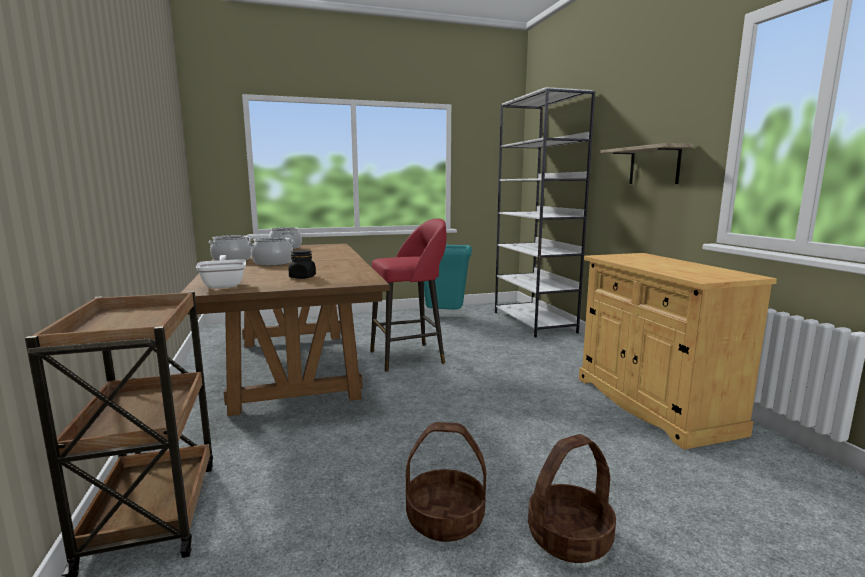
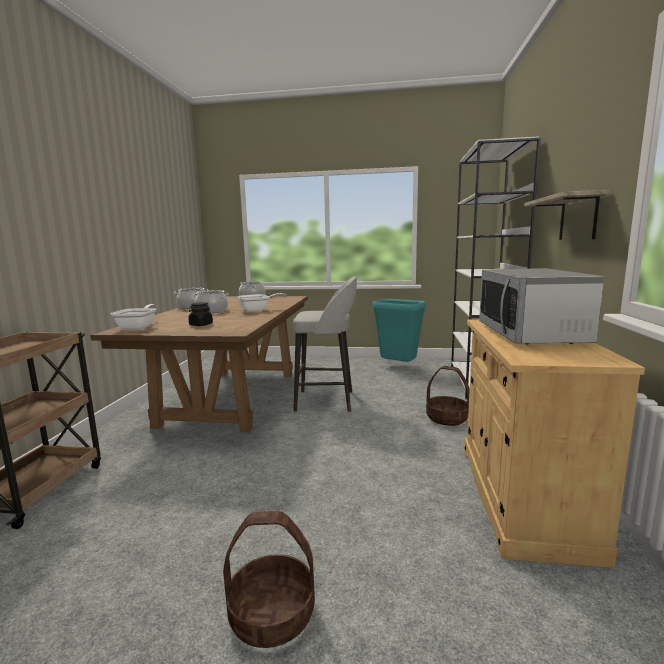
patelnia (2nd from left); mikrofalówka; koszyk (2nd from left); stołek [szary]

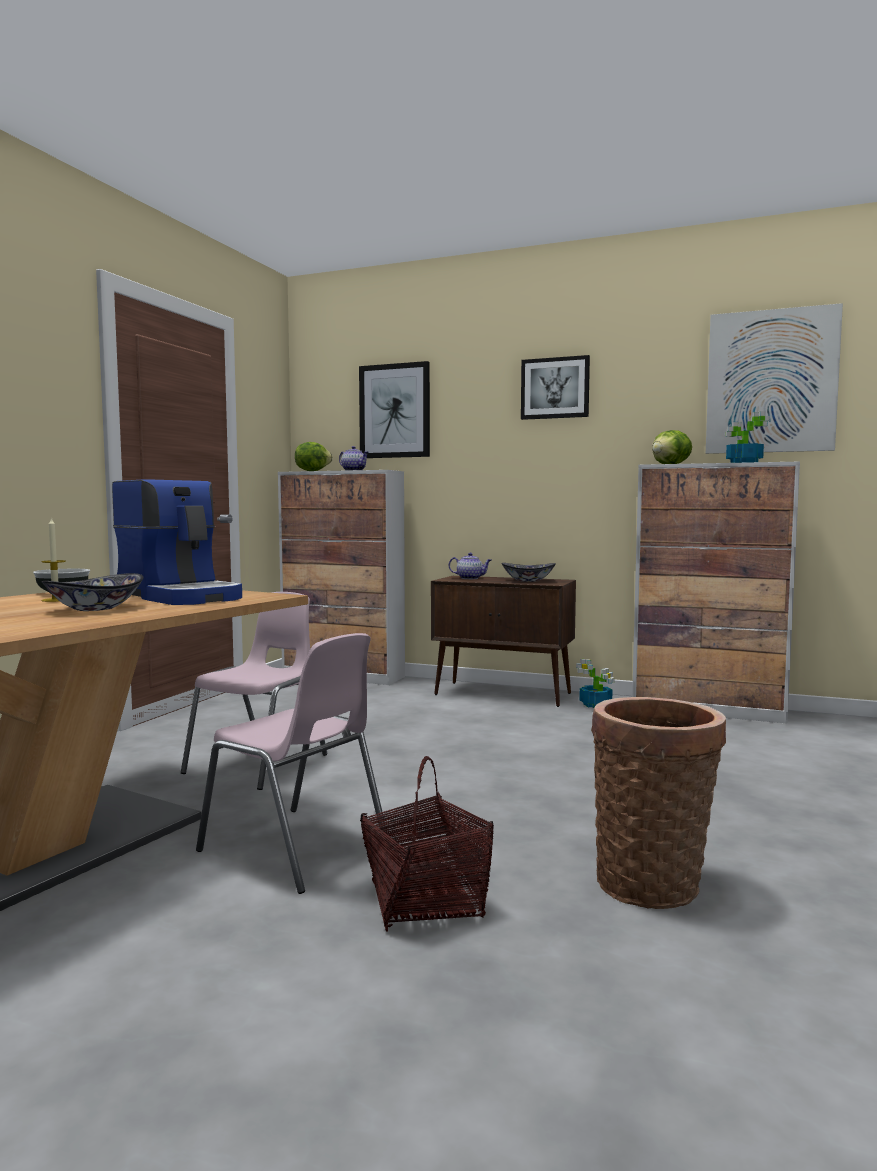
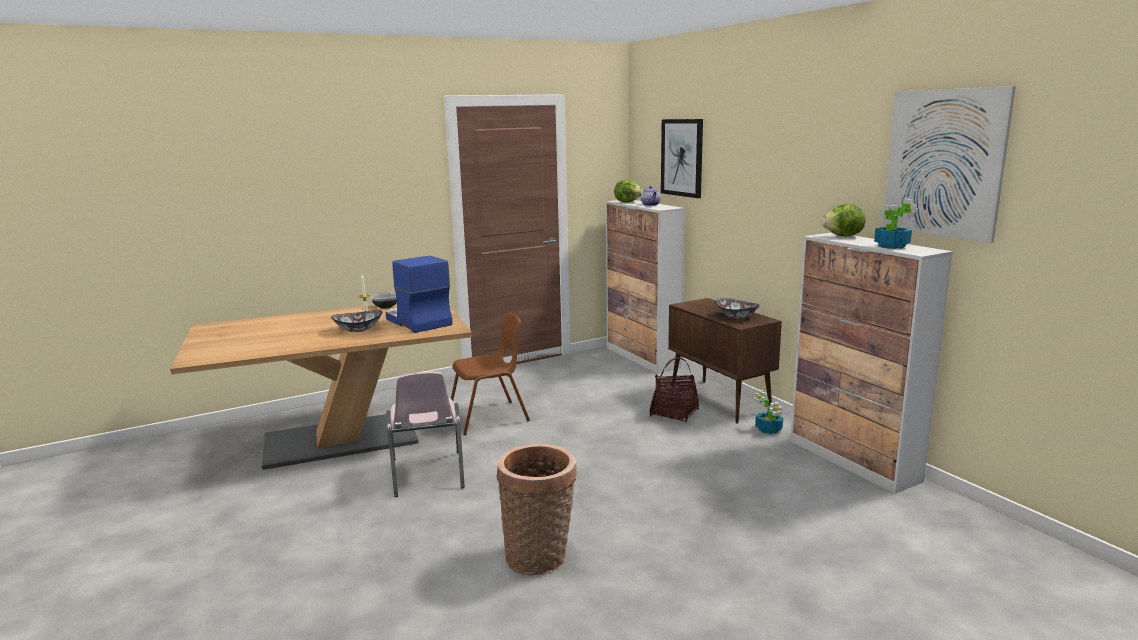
imbryk (2nd from left in the first image); obraz (2nd from left in the first image); koszyk (2nd from left); krzesło [brązowy]; ekspres do kawy

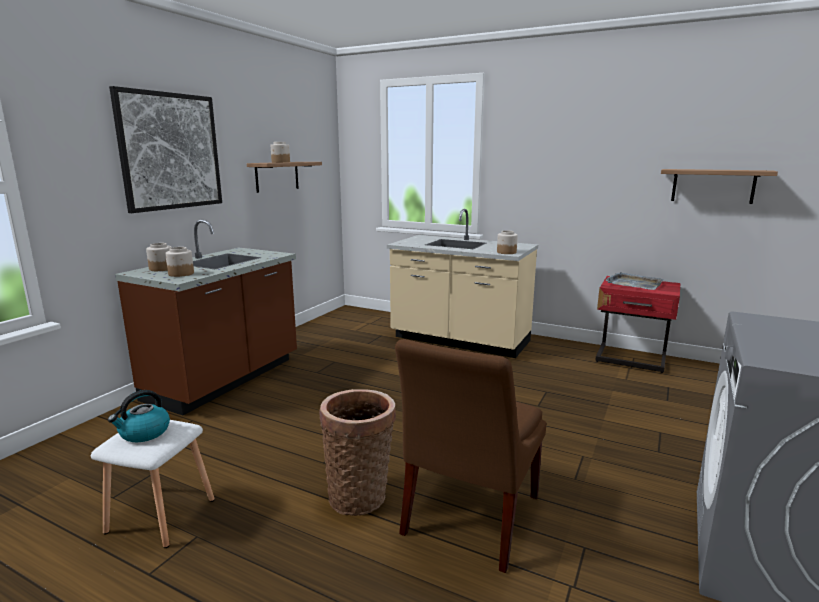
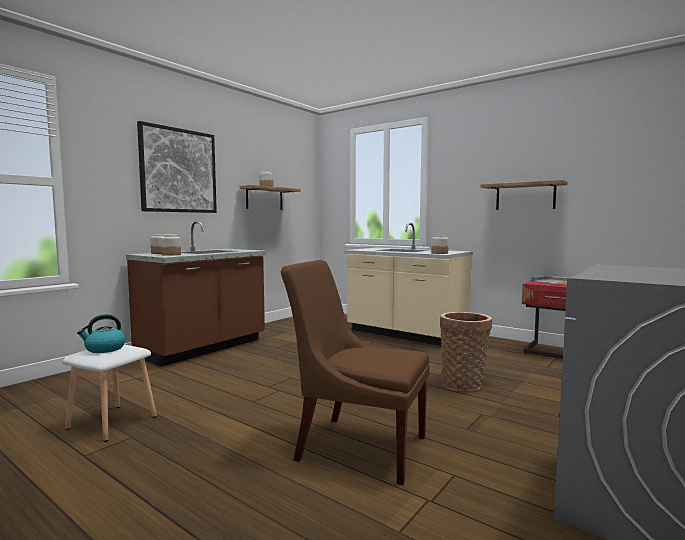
koszyk; półka (2nd from left); krzesło [brązowy]

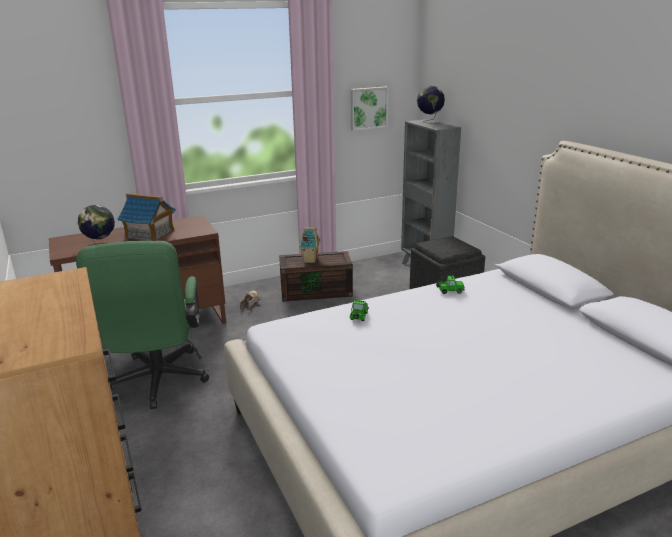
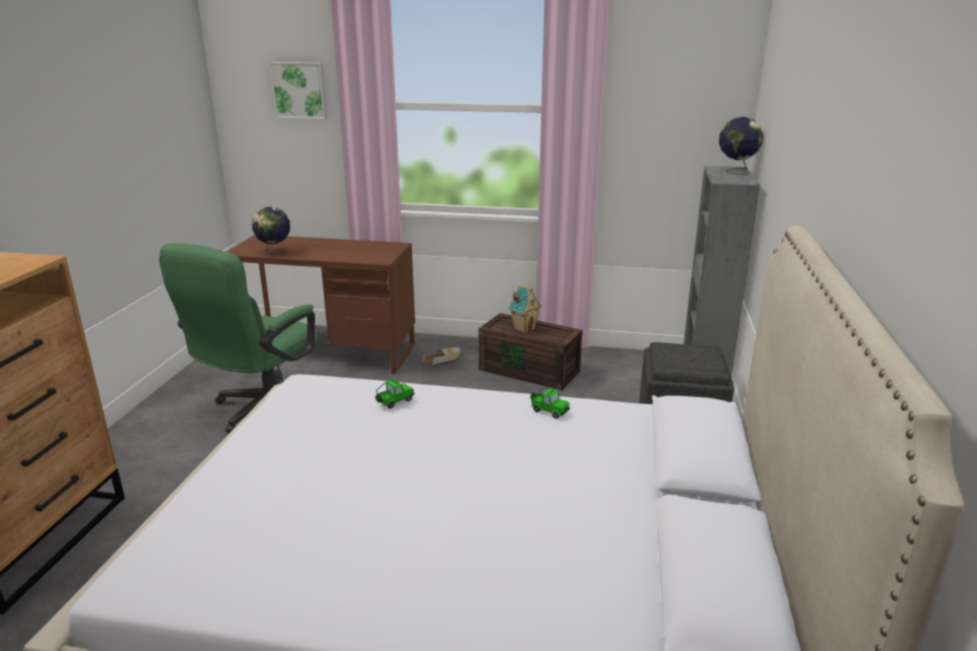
domek (1st from left in the first image); obraz

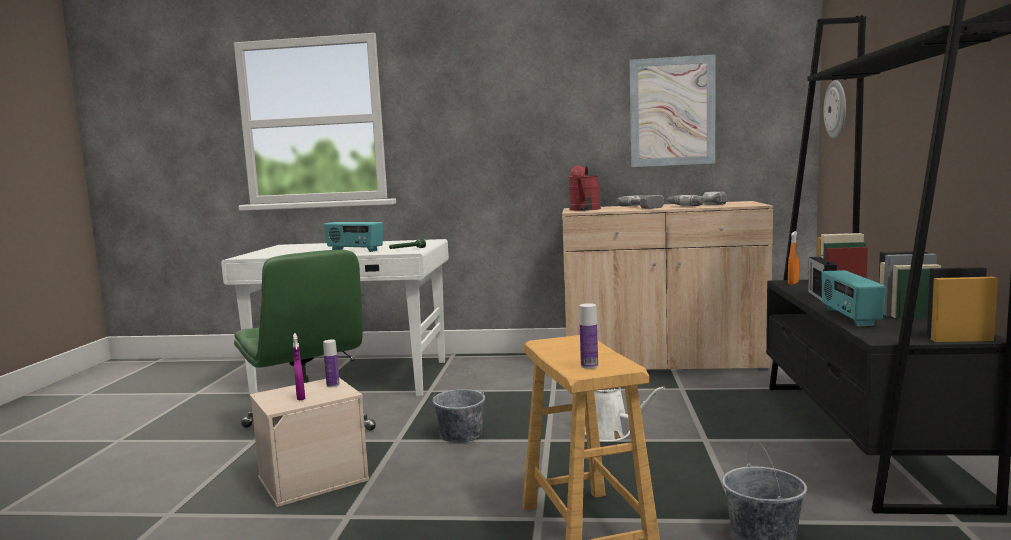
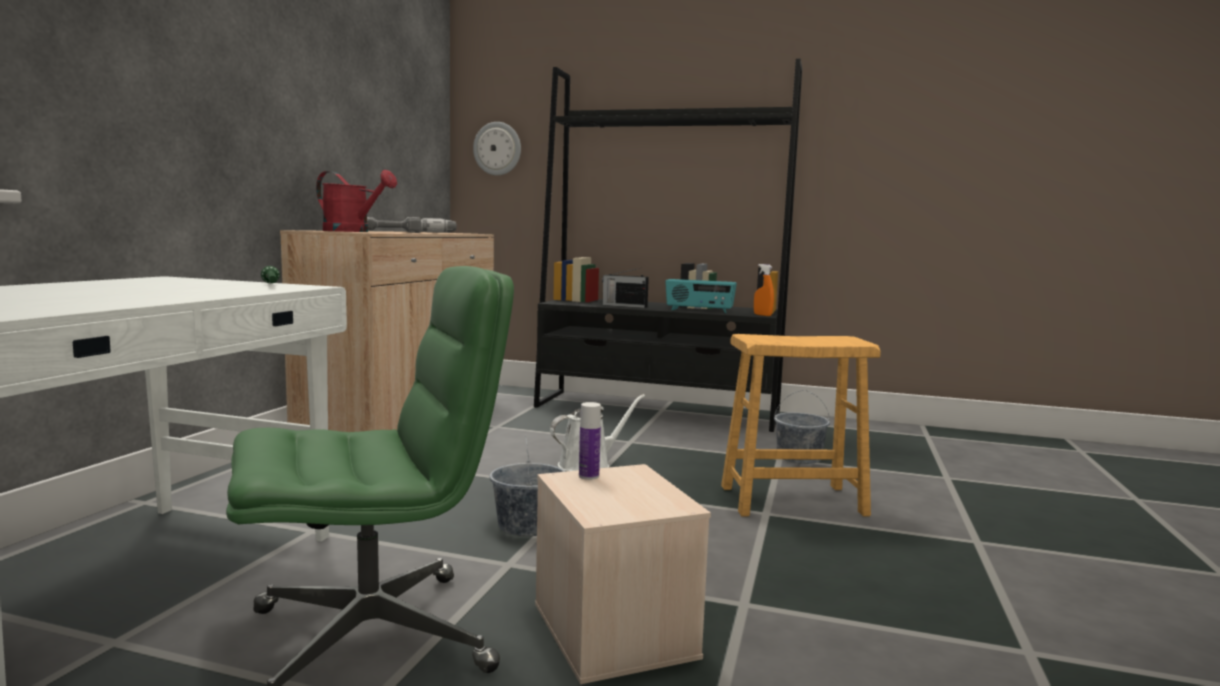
spryskiwacz [fioletowy]; radio (1st from left in the first image); butelka (2nd from left in the first image); obraz; spryskiwacz [pomarańczowy]

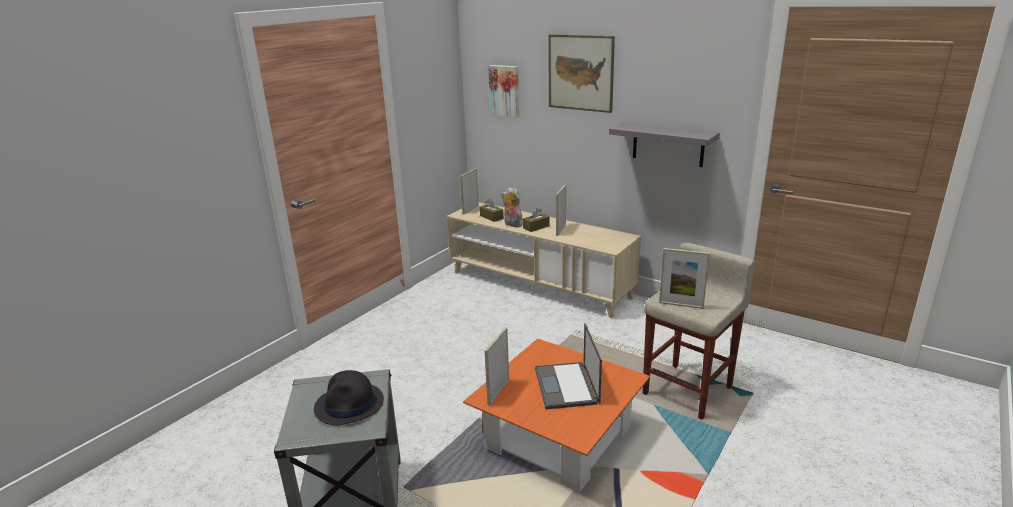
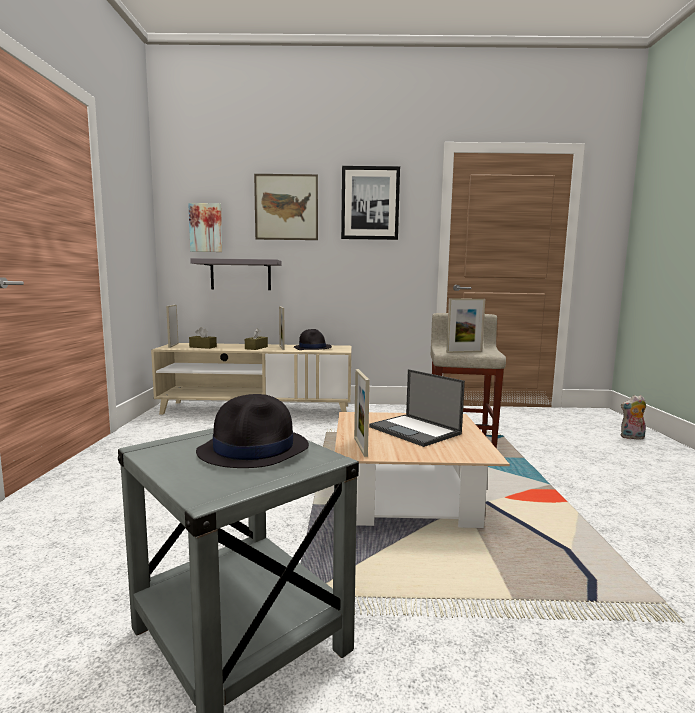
kapelusz [czarny] (2nd from left); obraz (3rd from left); pluszak; półka [szary]; ława [beżowy]

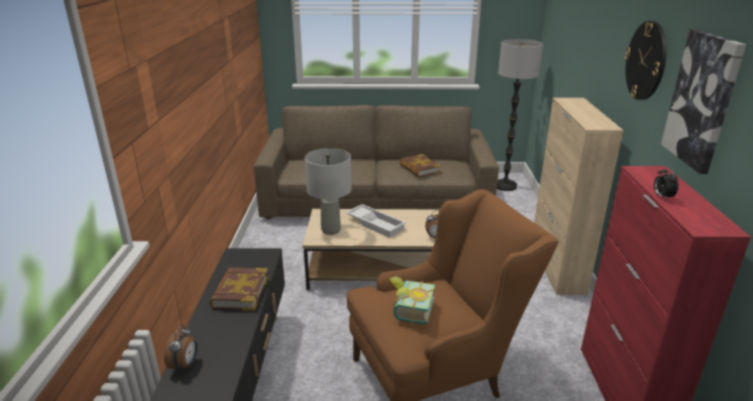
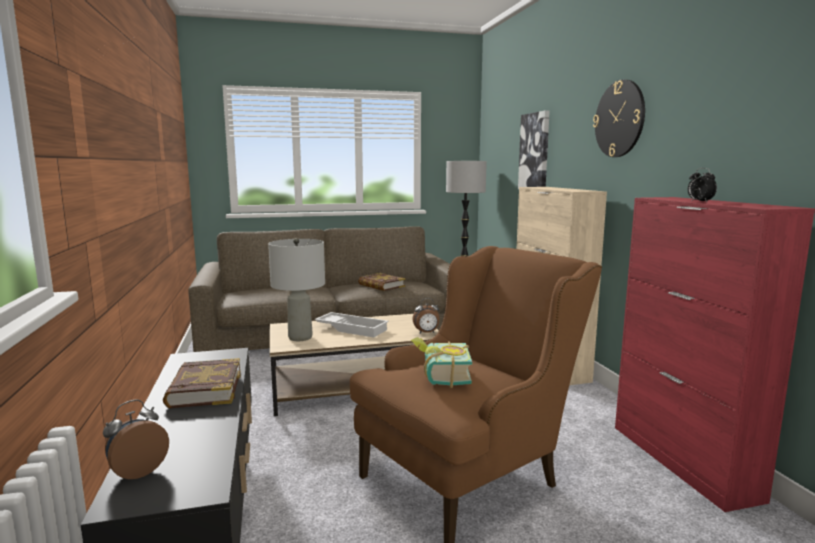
obraz; budzik (1st from left)

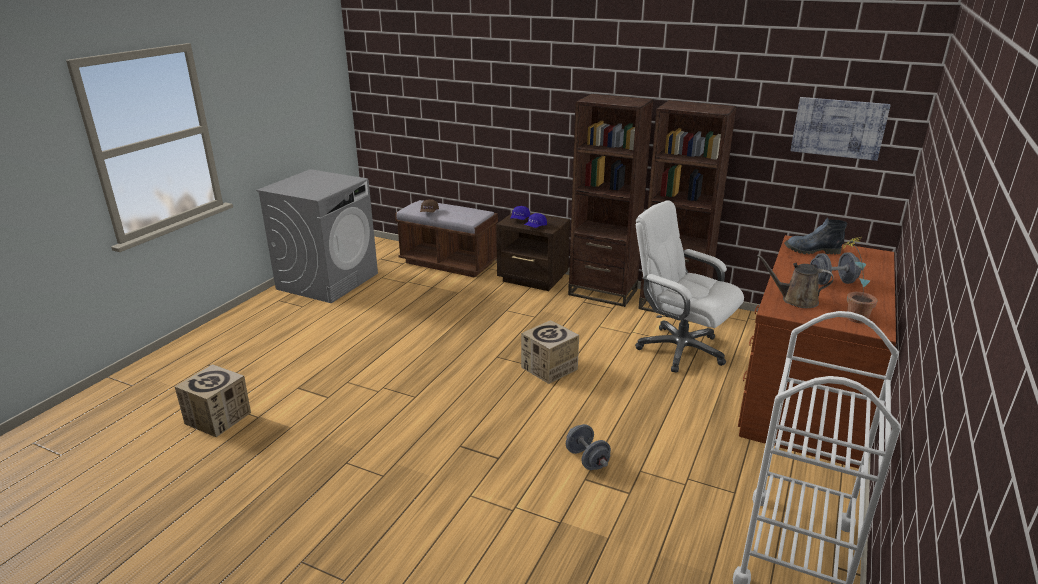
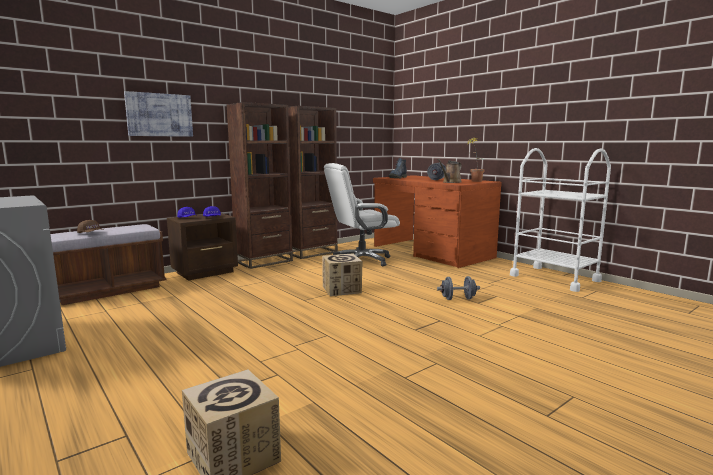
obraz

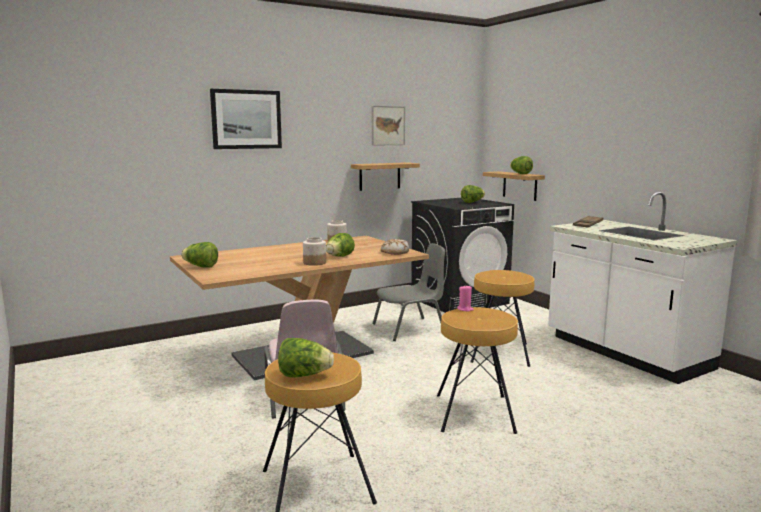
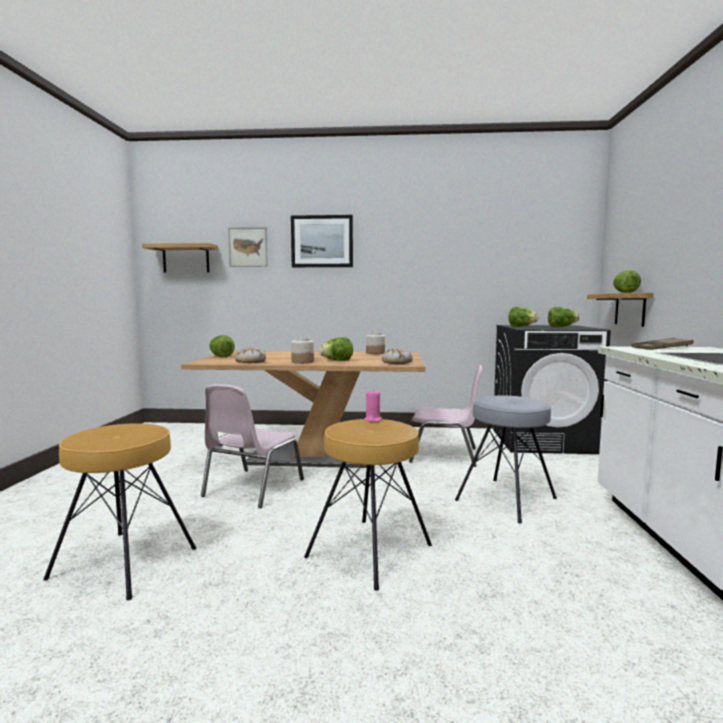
chleb (1st from left); sałata (3rd from left); półka (1st from left); obraz (1st from left); krzesło [różowy] (2nd from left); stołek [szary]

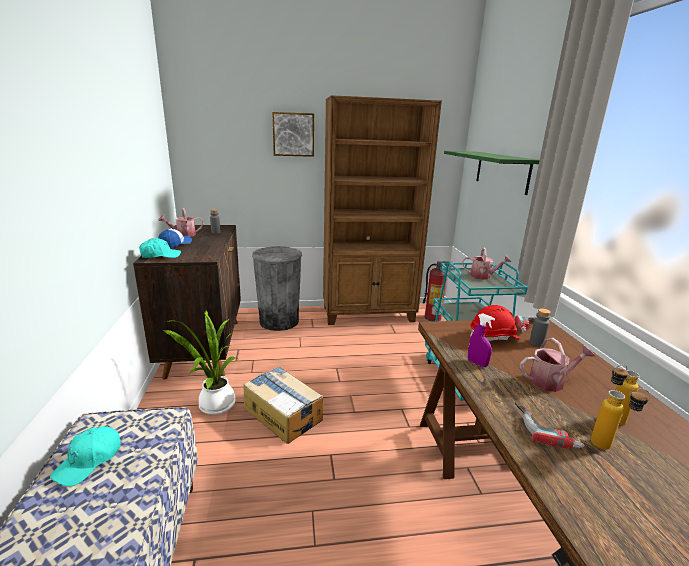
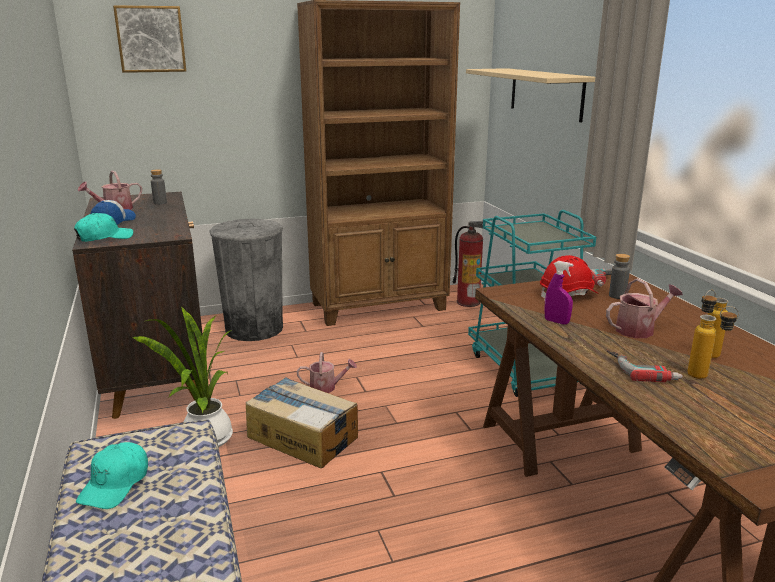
obraz; konewka (2nd from left); półka [beżowy]

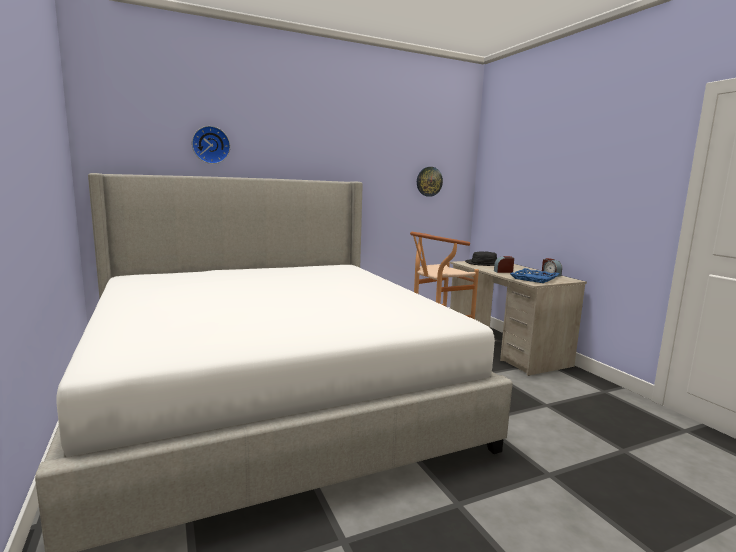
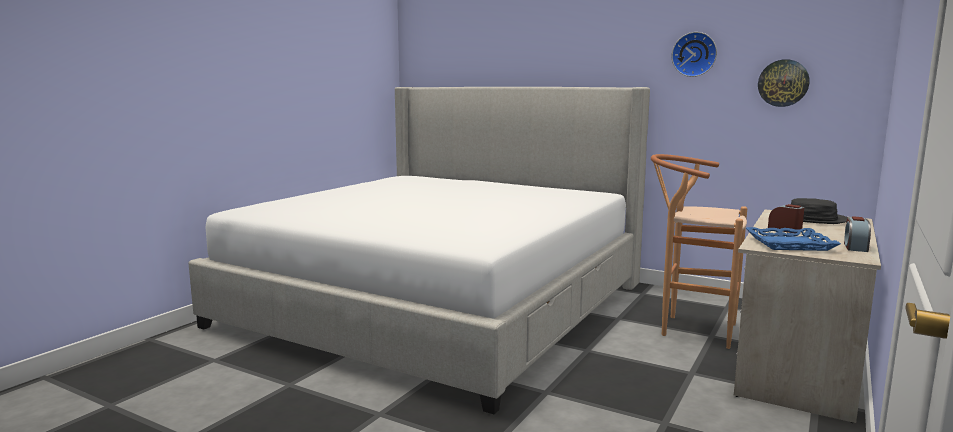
zegar ścienny (1st from left)

